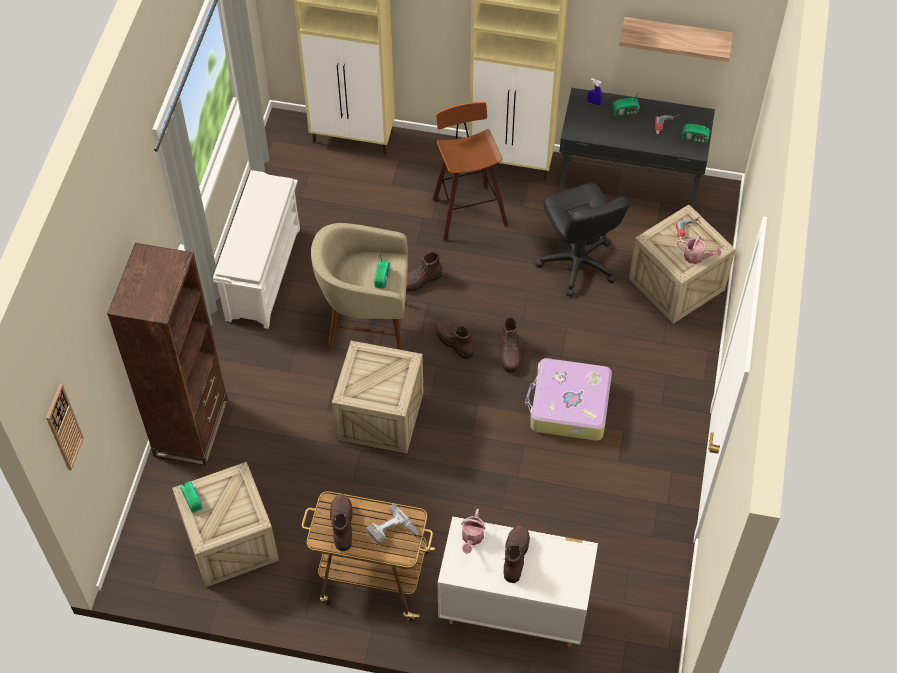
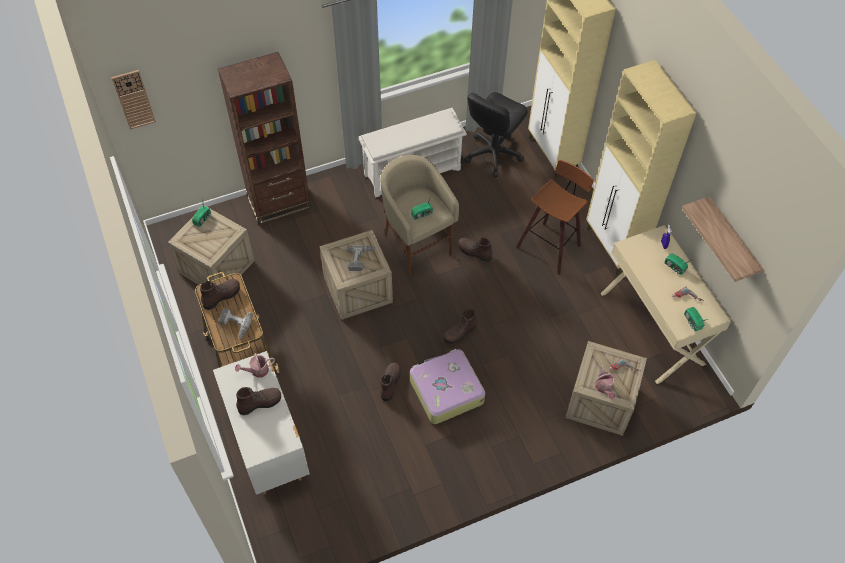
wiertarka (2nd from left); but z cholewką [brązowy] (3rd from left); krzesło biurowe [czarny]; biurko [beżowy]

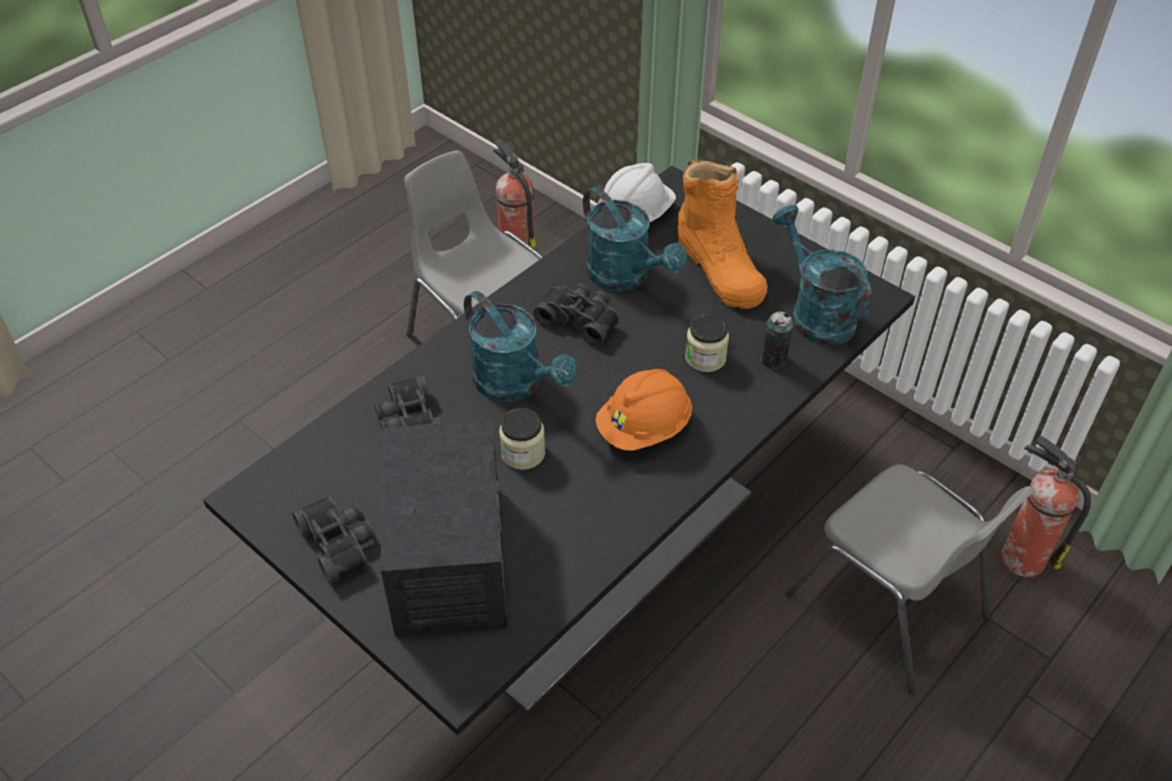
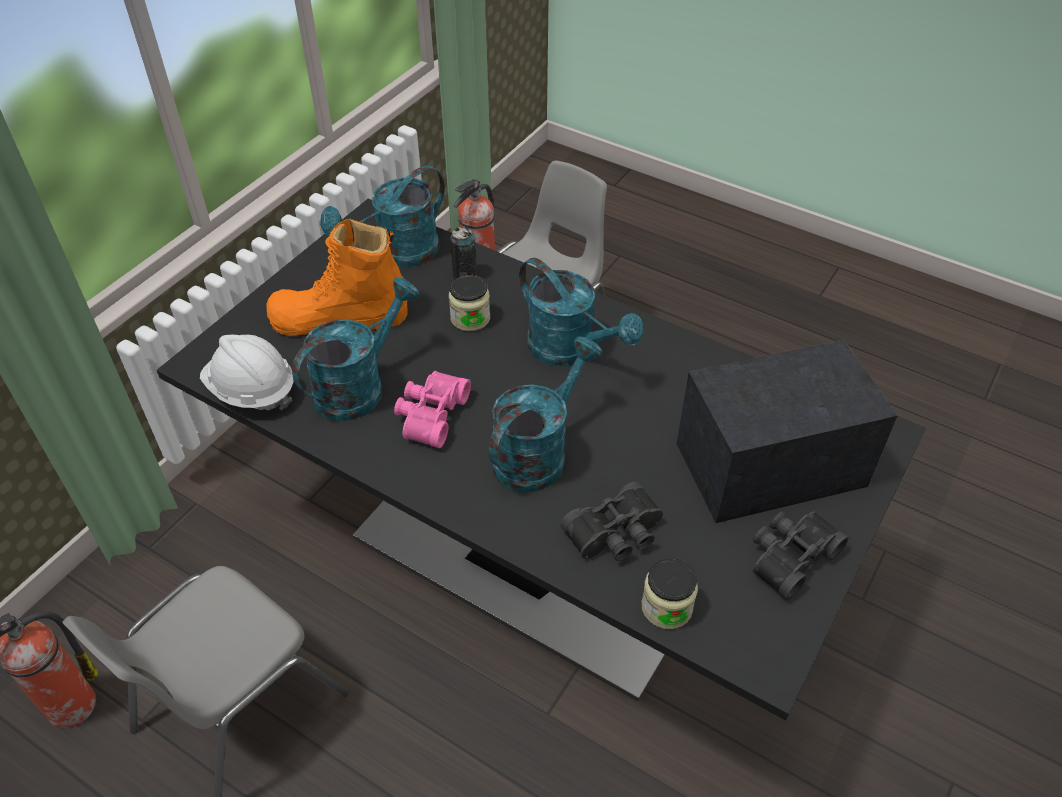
słoik (2nd from left); konewka [turkusowy] (4th from left); lornetka [różowy]; but z cholewką [pomarańczowy]

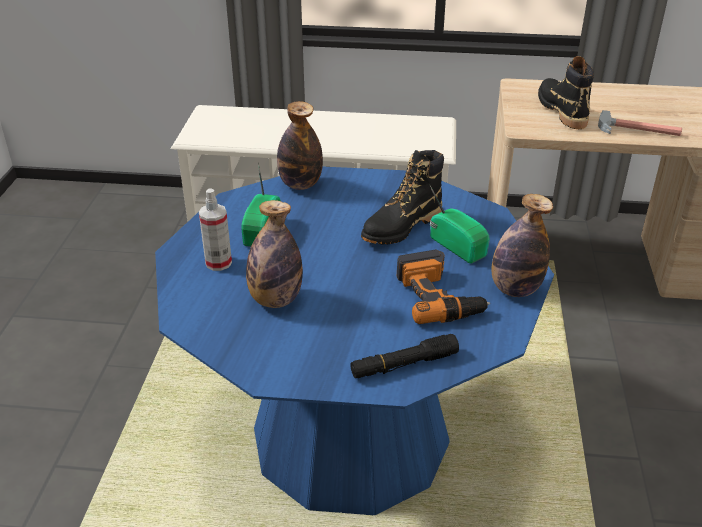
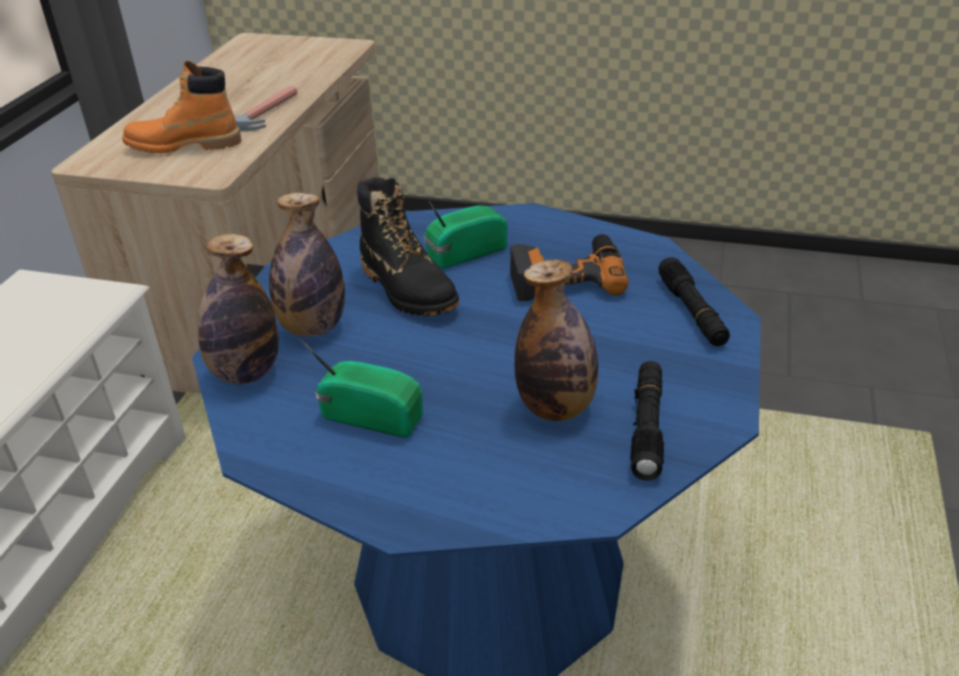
spryskiwacz; latarka [czarny] (1st from left); butelka (2nd from left); but z cholewką [pomarańczowy]

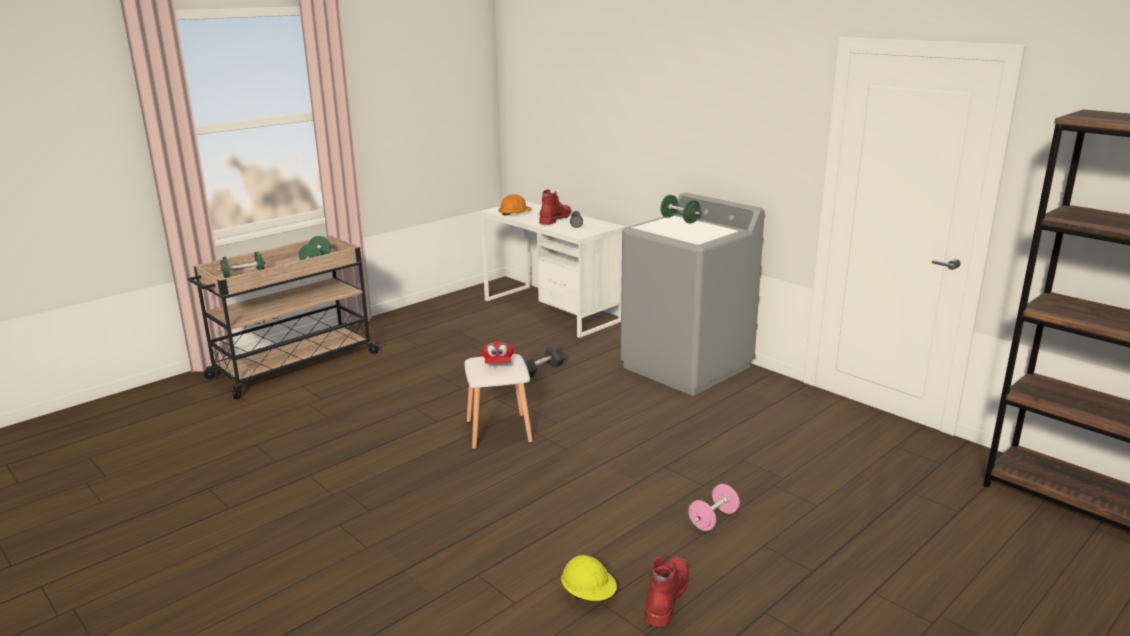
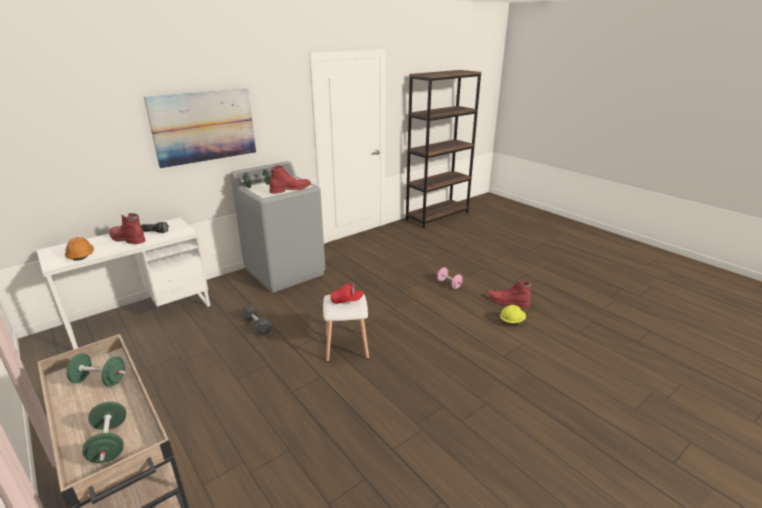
obraz; but z cholewką [czerwony] (2nd from left)

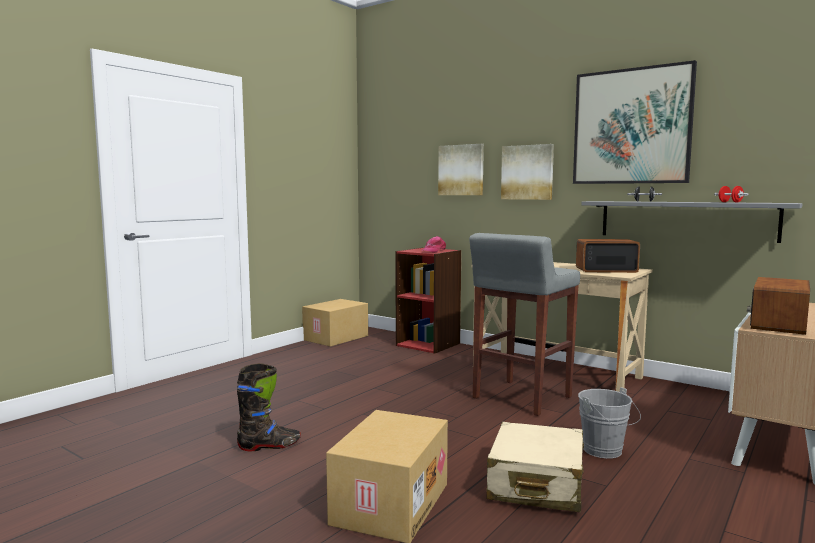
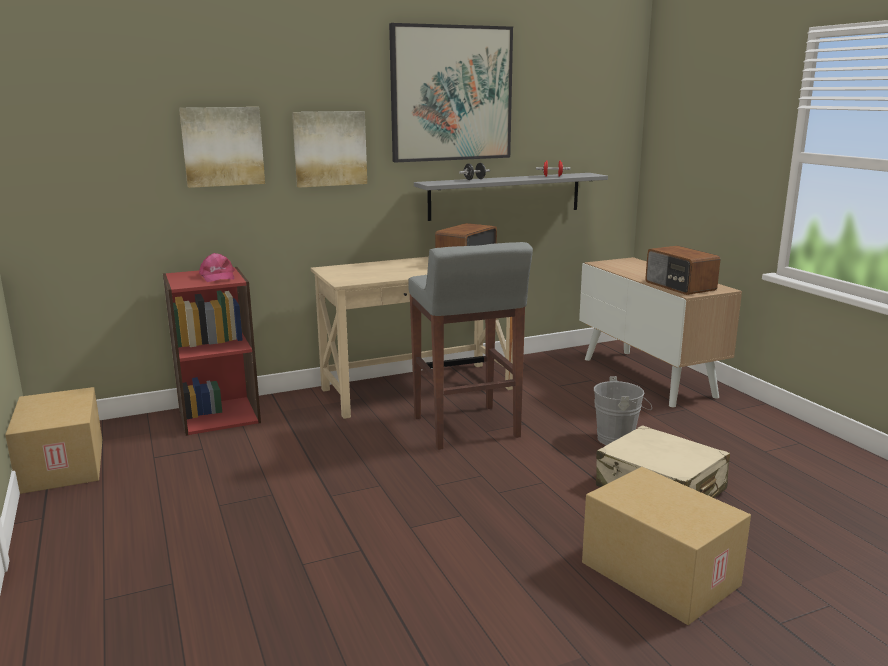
but z cholewką [czarny]

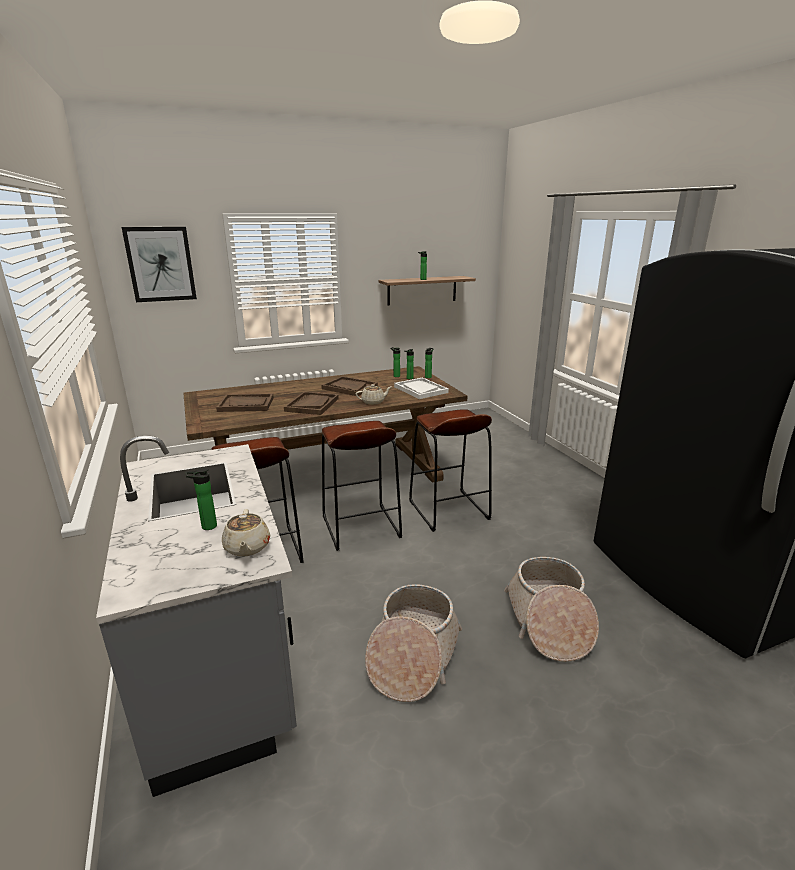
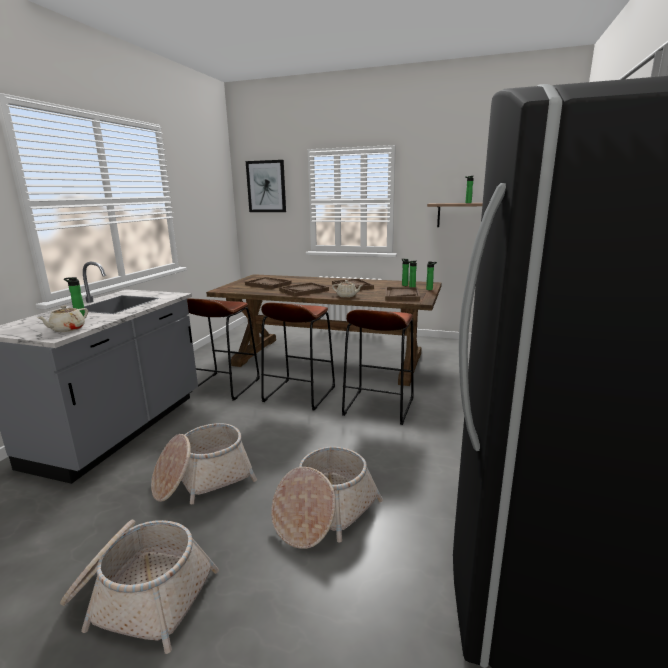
koszyk (1st from left); taca [brązowy] (4th from left)

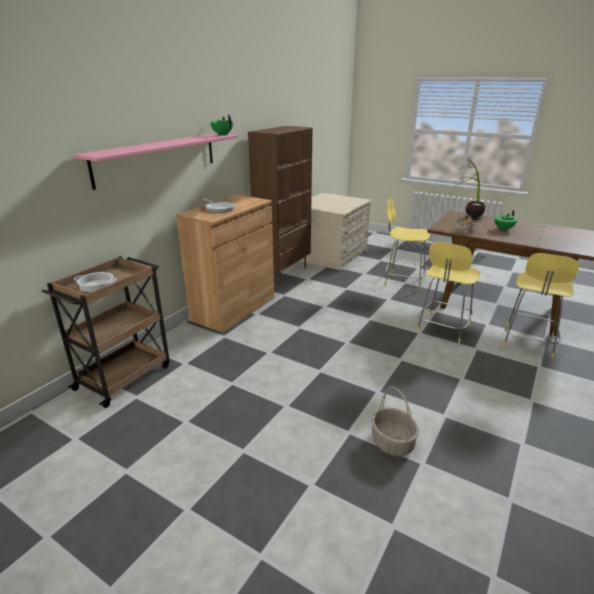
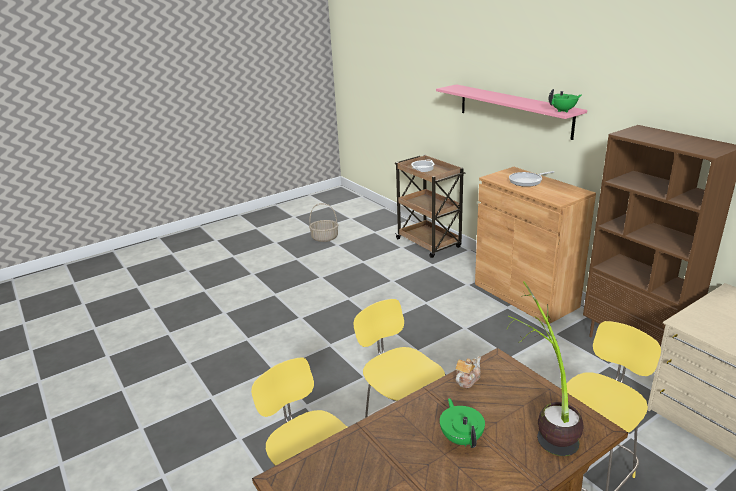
koszyk

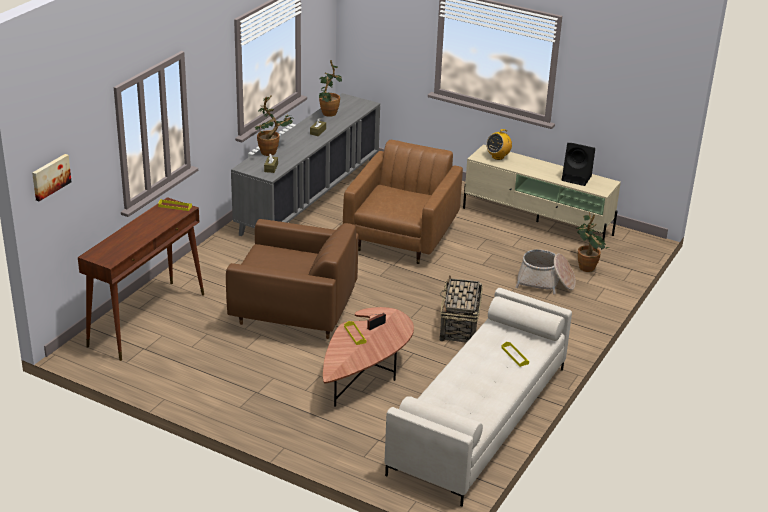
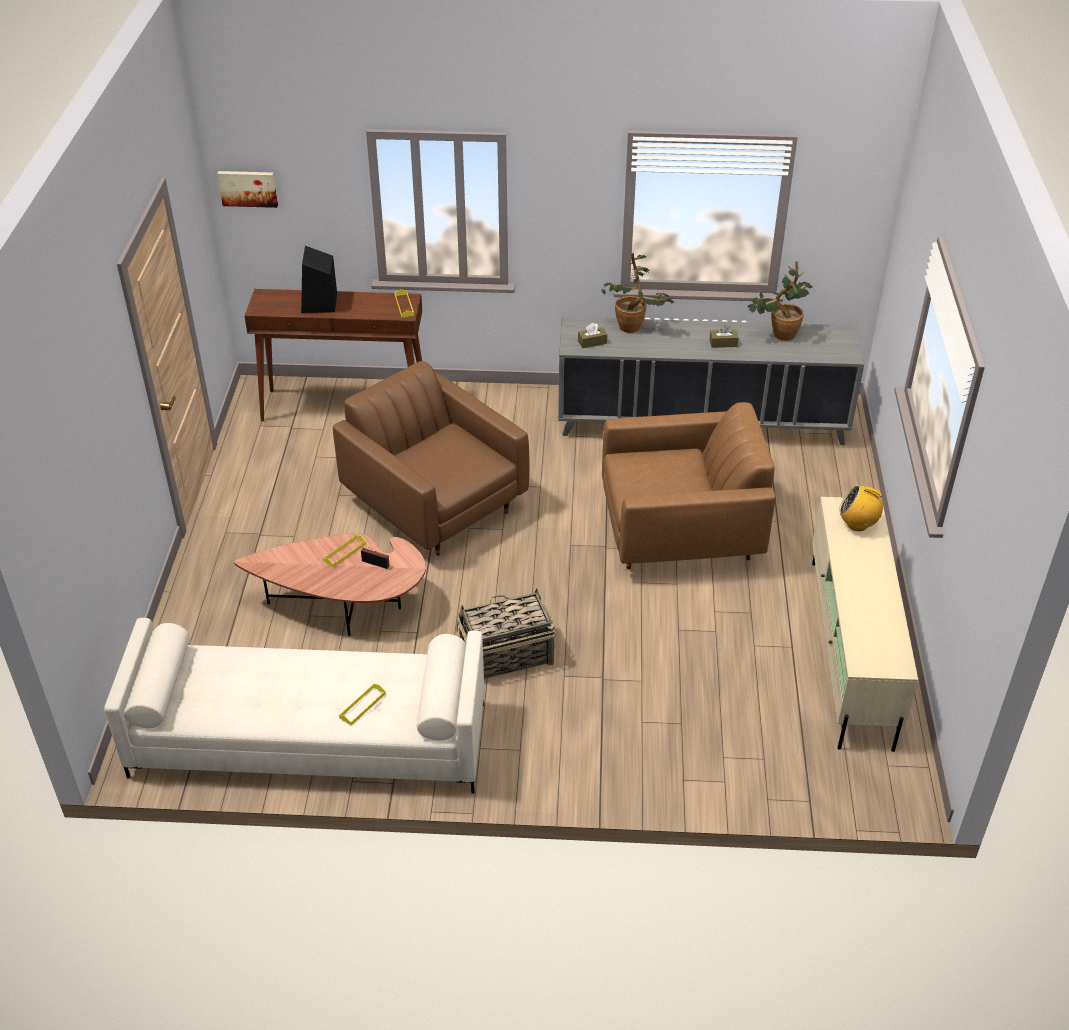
koszyk (2nd from left in the first image); roślina doniczkowa (3rd from left in the first image); głośnik [czarny]; fotel [brązowy] (1st from left)

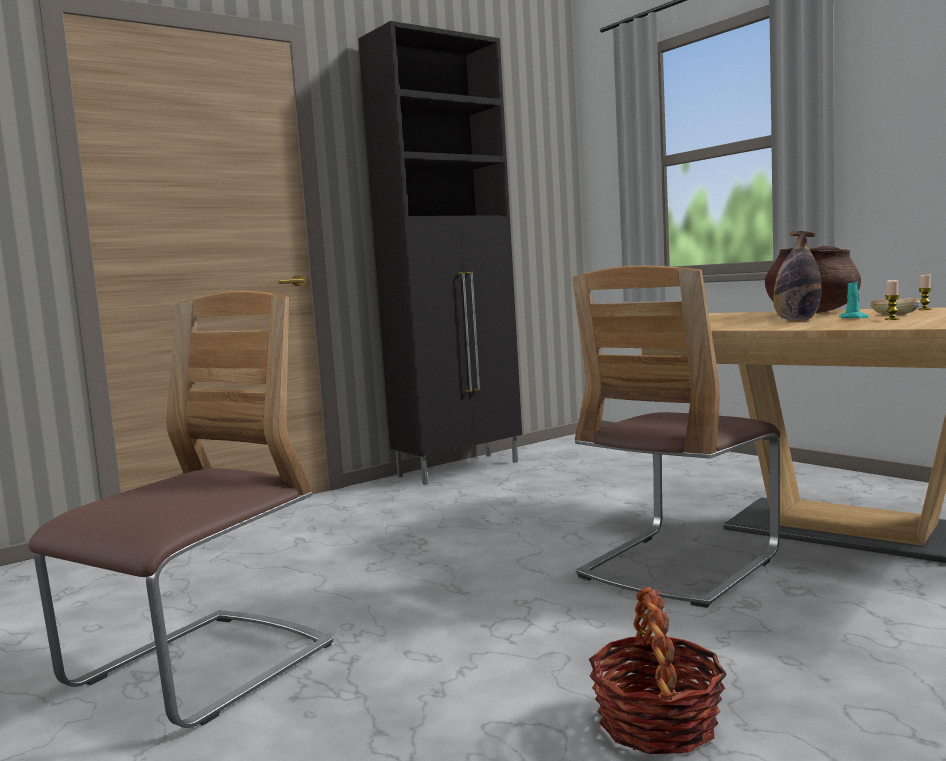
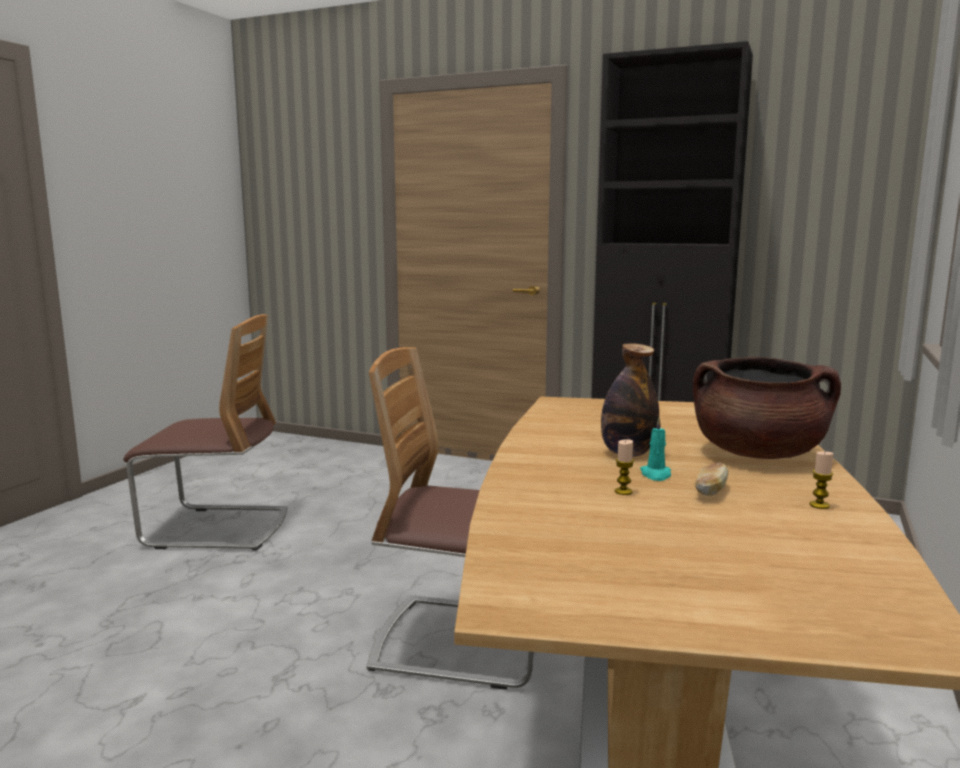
koszyk

